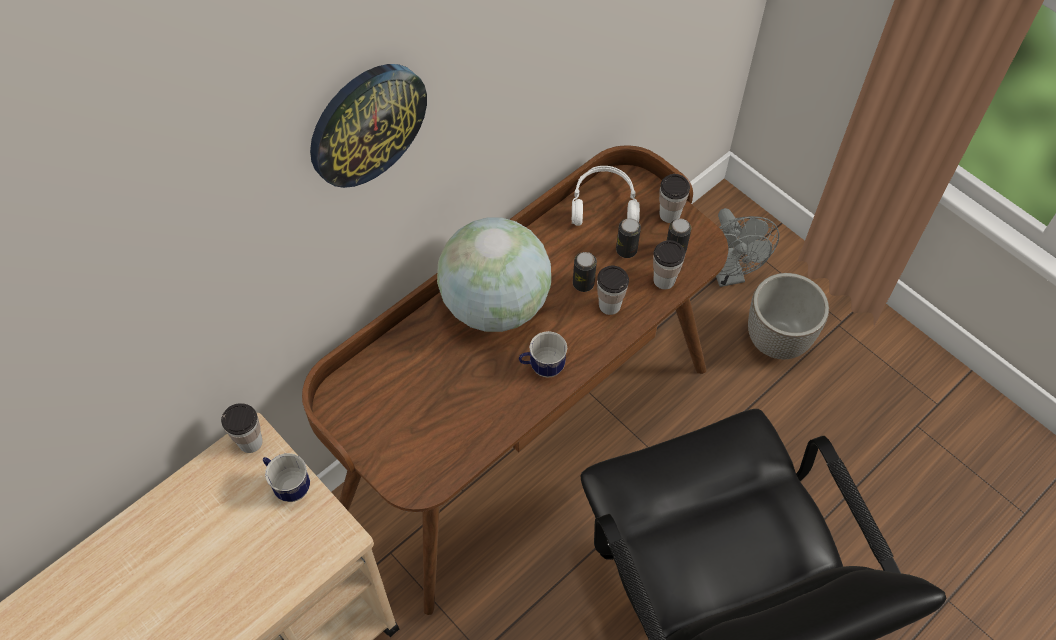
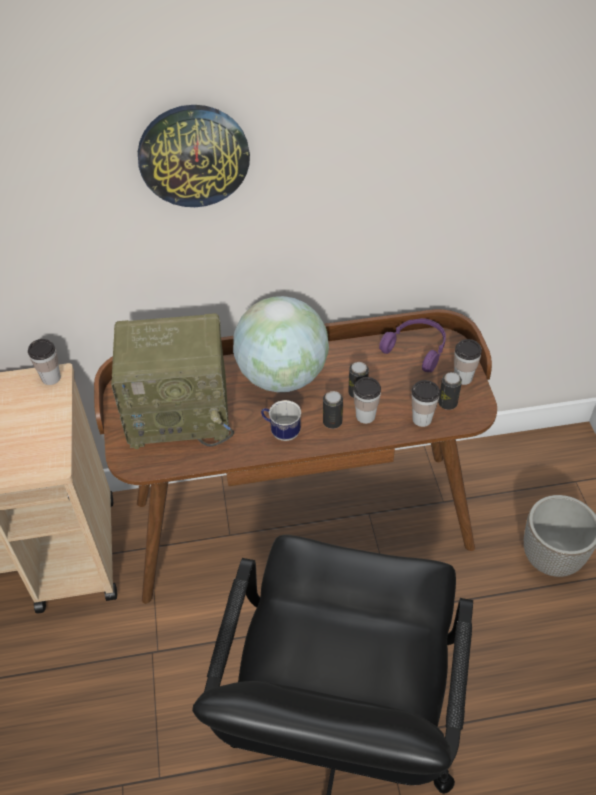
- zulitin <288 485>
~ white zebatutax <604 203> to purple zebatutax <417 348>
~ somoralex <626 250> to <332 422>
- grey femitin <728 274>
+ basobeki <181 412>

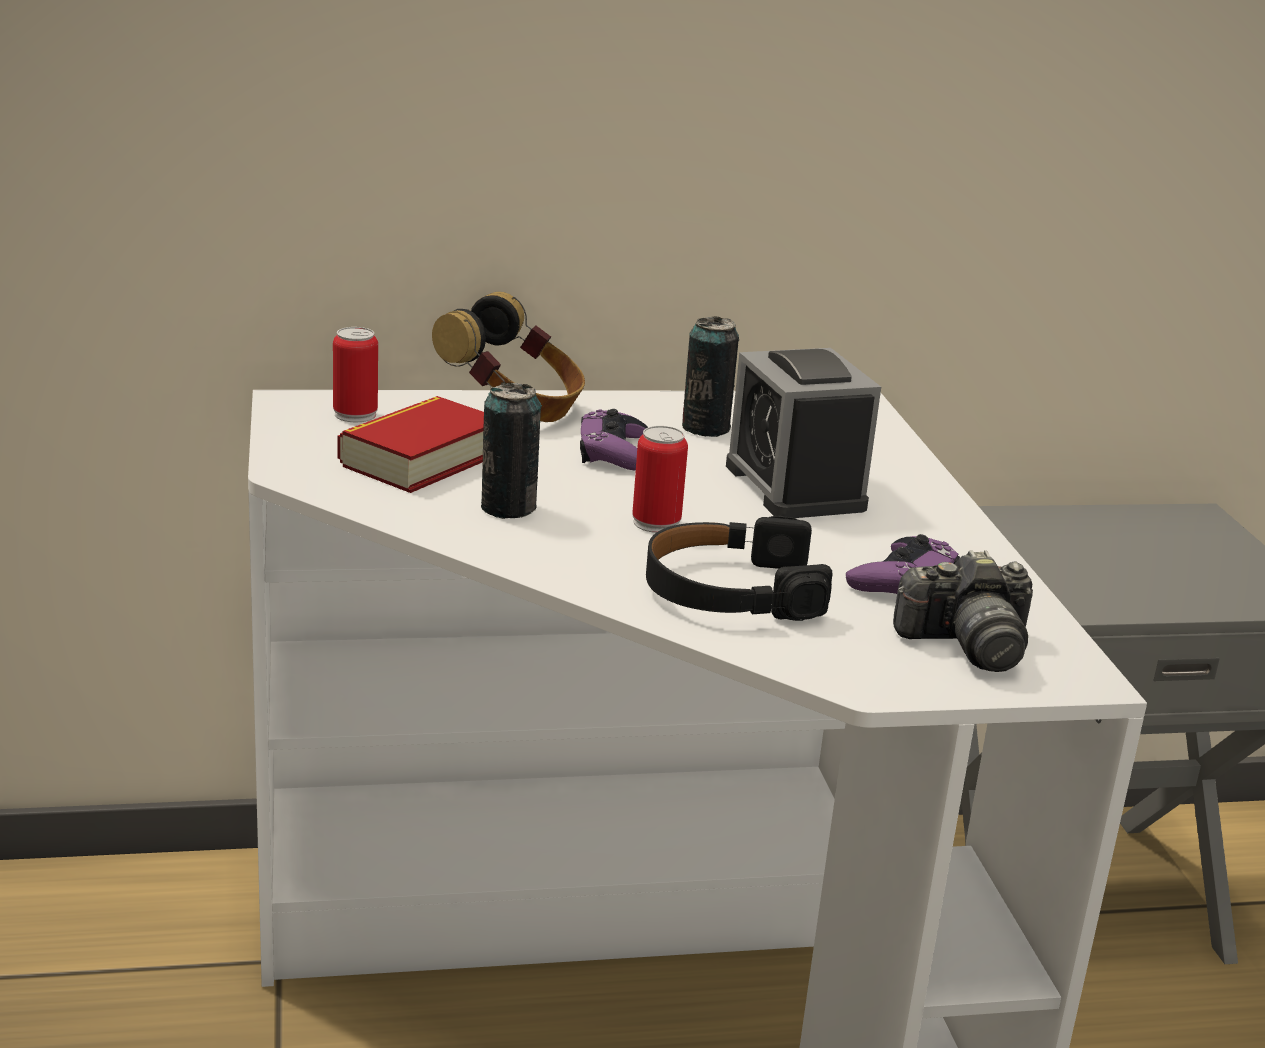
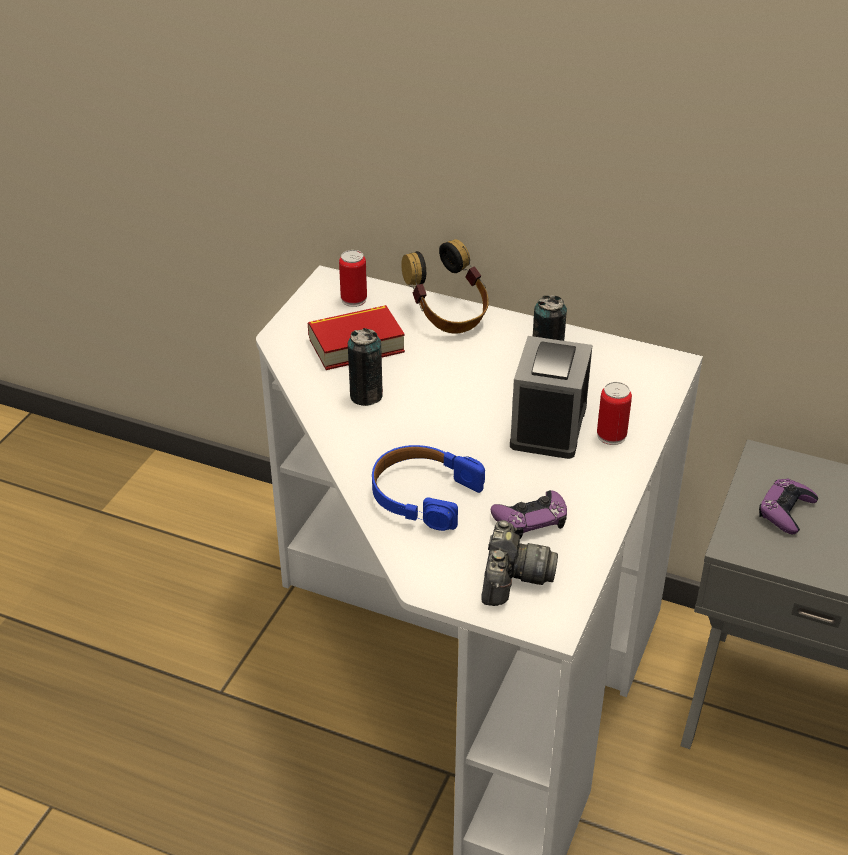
~ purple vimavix <614 452> to <786 511>
~ somoralex <656 523> to <611 436>
~ black zebatutax <731 591> to blue zebatutax <423 495>
~ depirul <967 645> = <512 578> 105 degrees counterclockwise

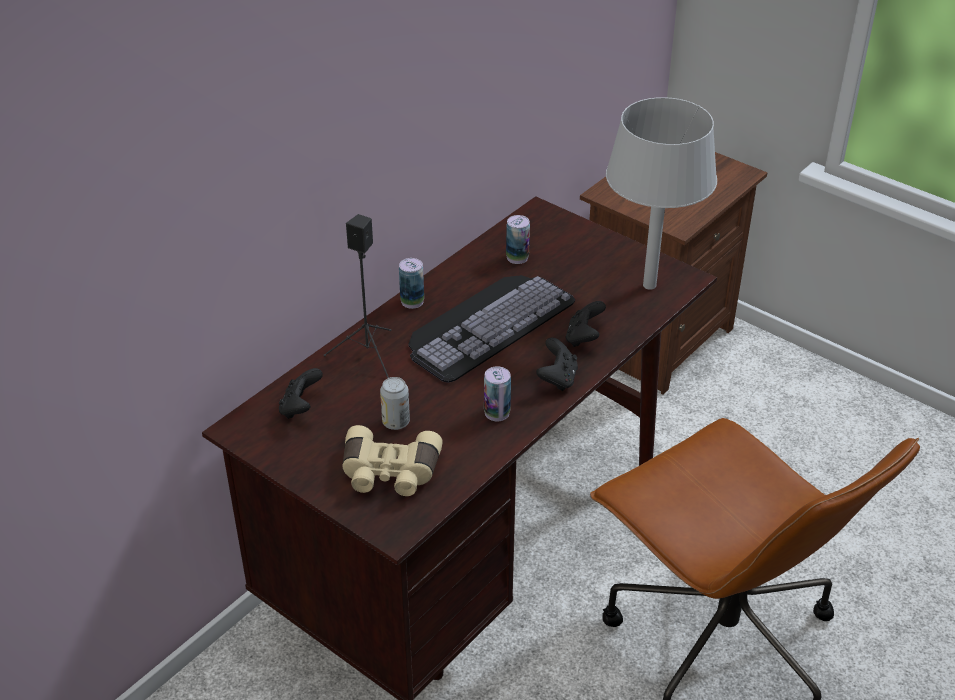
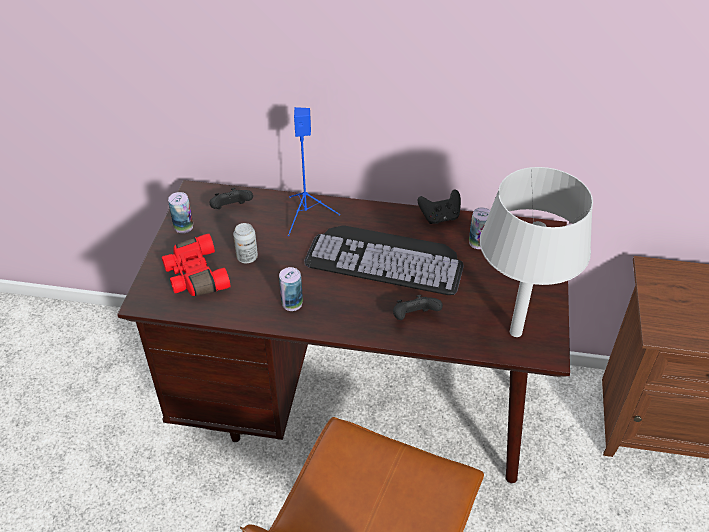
~ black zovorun <368 355> to blue zovorun <306 216>
~ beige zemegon <389 474> to red zemegon <195 276>
~ somoralex <412 301> to <183 227>
~ black vimavix <557 379> to <440 217>

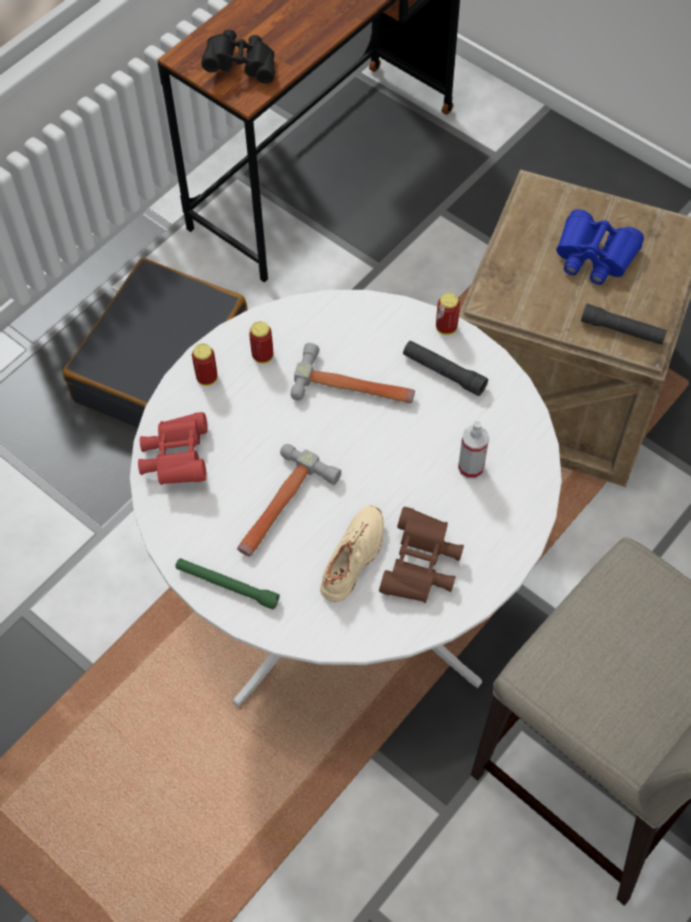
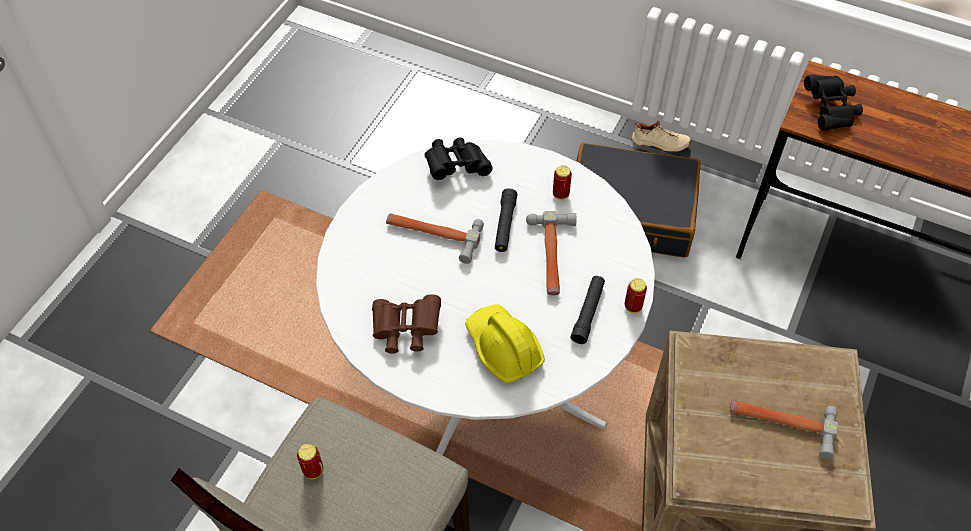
~ red zemegon <177 458> to black zemegon <456 166>
- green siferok <227 585>
~ somoralex <207 378> to <313 470>
~ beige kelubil <354 559> to <660 144>
~ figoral <471 467> to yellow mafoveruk <503 348>
~ blue zemegon <594 255> to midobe <781 423>
~ black siferok <622 330> to <505 225>

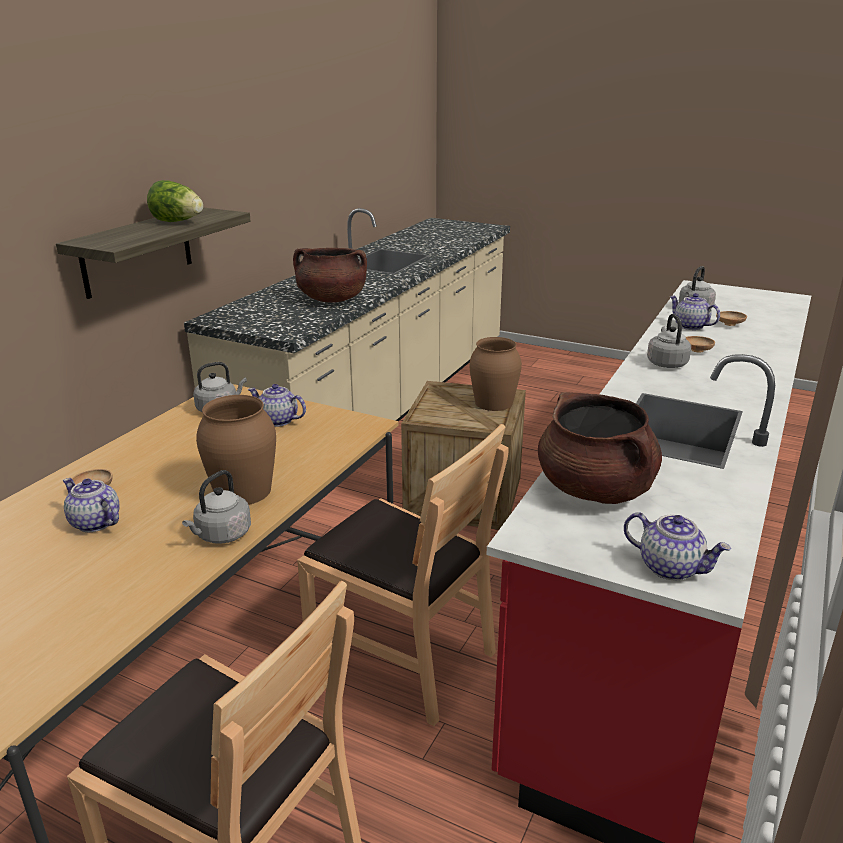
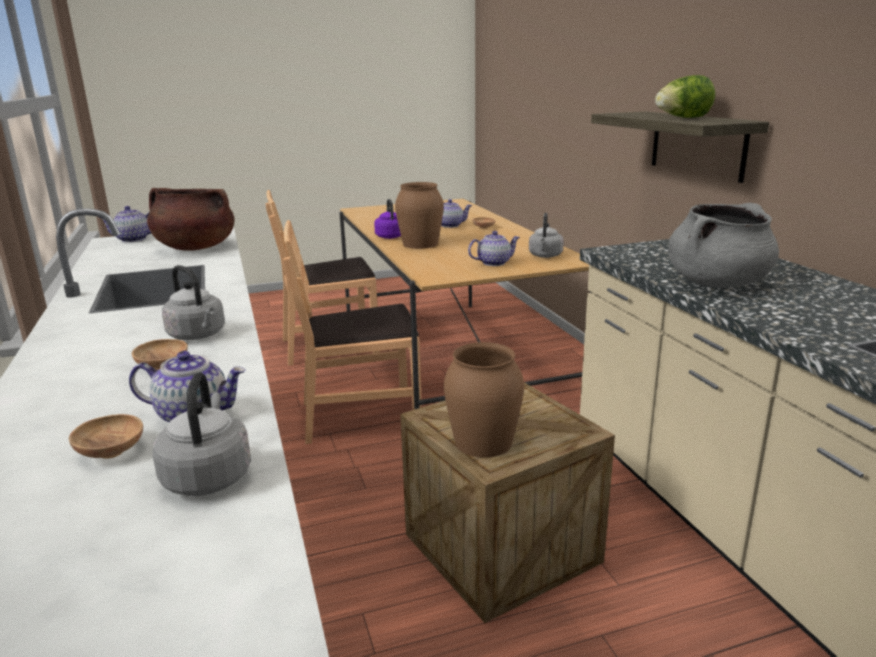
~ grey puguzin <221 535> to purple puguzin <389 236>
~ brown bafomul <332 299> to grey bafomul <717 283>

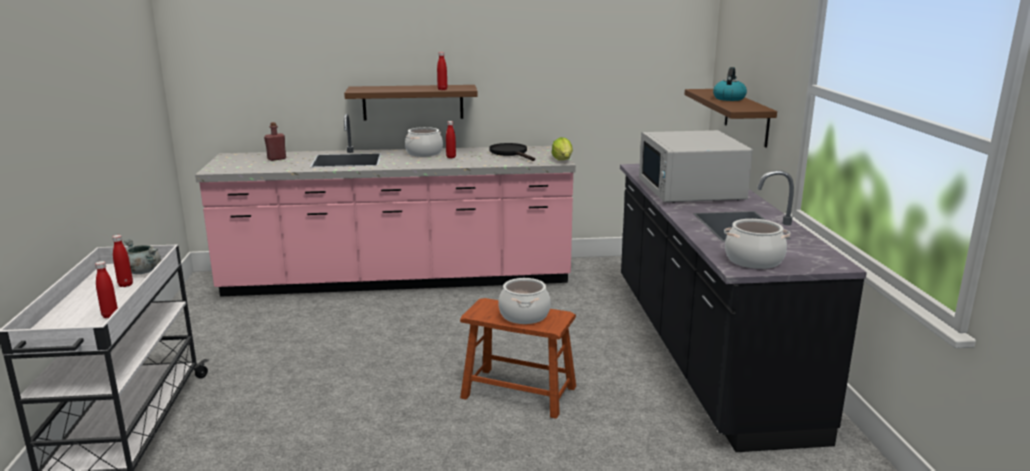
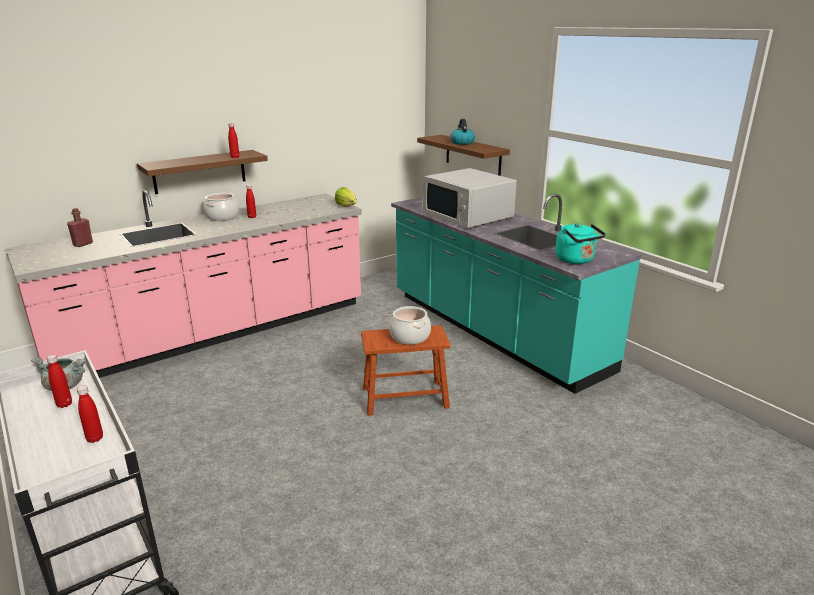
- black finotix <511 153>
~ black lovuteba <703 351> to turquoise lovuteba <494 331>
~ bafomul <753 260> to turquoise puguzin <576 260>

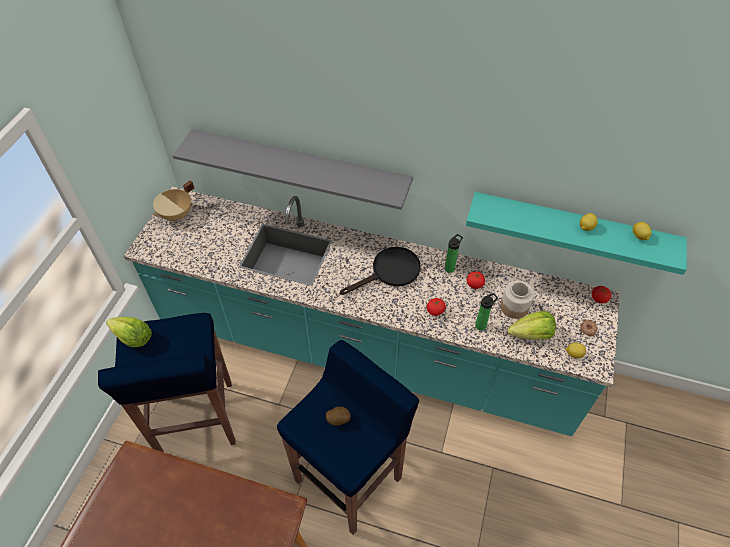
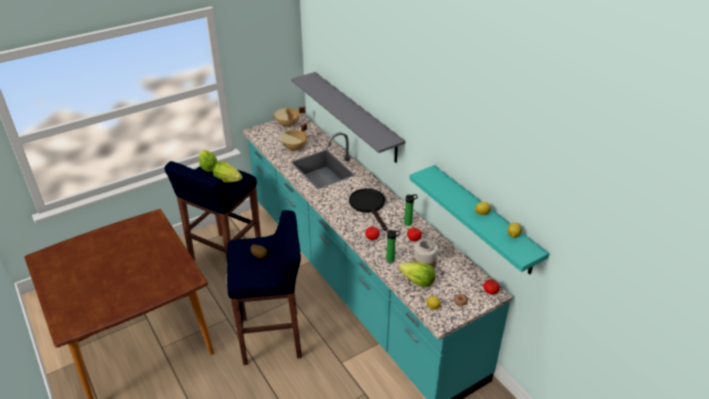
~ black finotix <390 272> = <369 206> 120 degrees counterclockwise
+ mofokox <228 180>
+ beige bafomul <295 148>

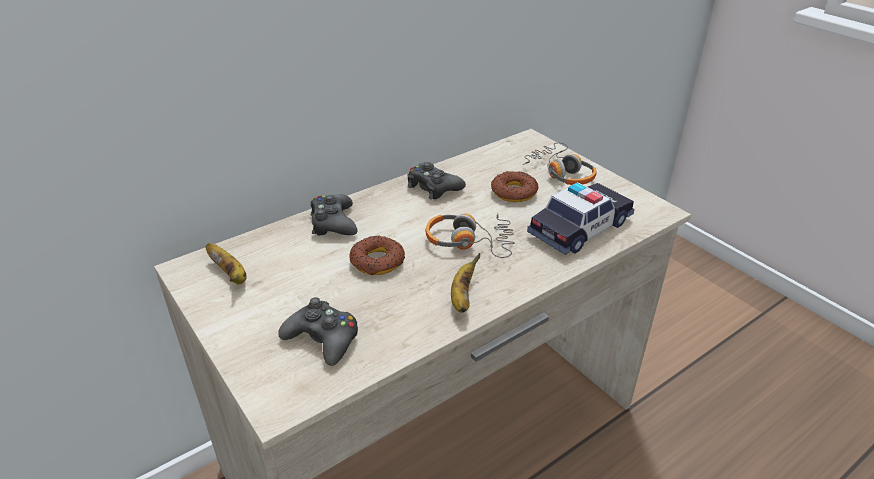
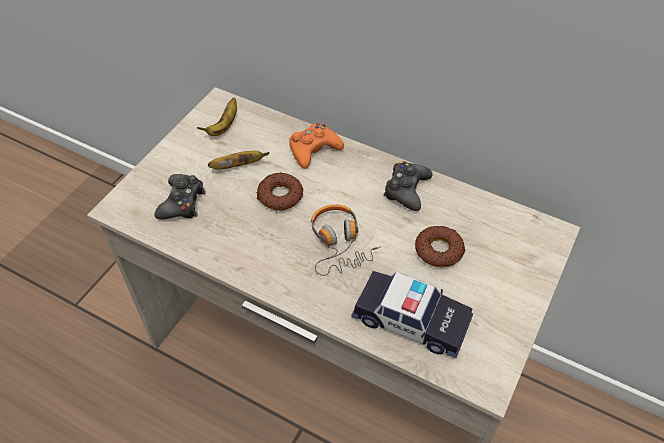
~ black vimavix <333 223> to orange vimavix <313 150>
~ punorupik <462 297> to <238 166>
- zebatutax <561 172>

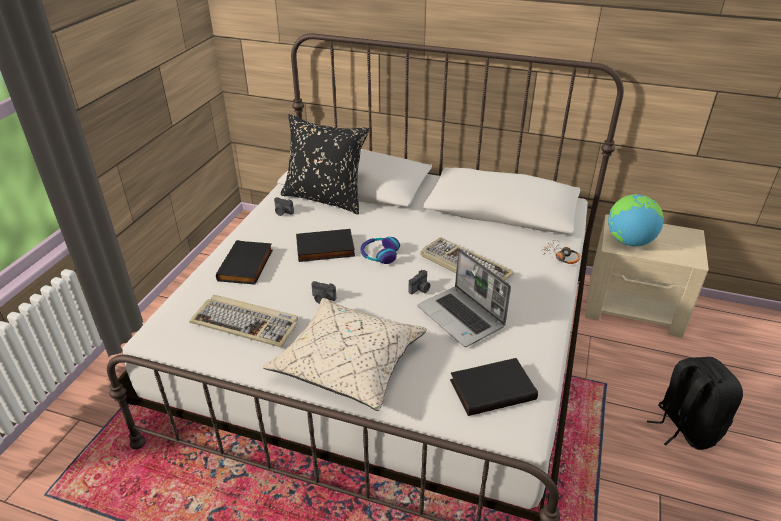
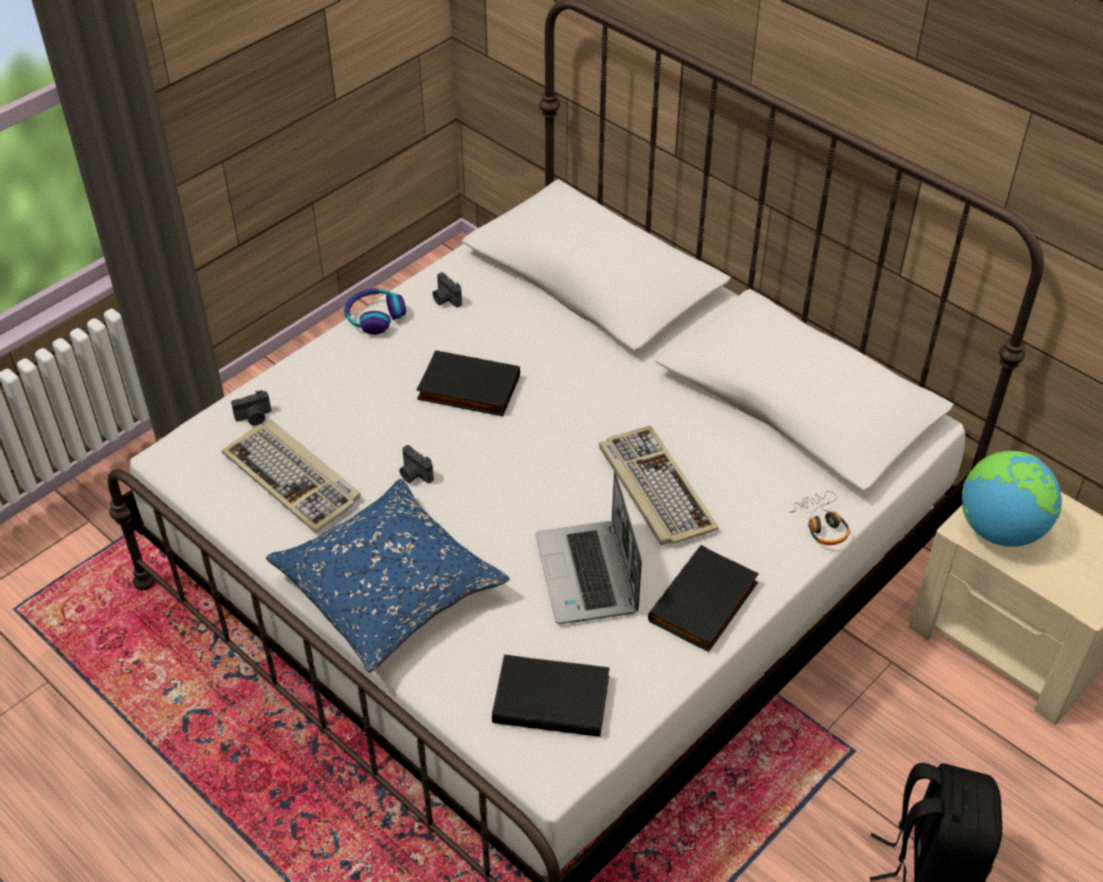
~ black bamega <247 266> to <705 604>
~ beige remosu <348 363> to blue remosu <389 588>
- black remosu <325 198>
~ zebatutax <379 255> to <374 317>
~ depirul <420 289> to <254 417>

